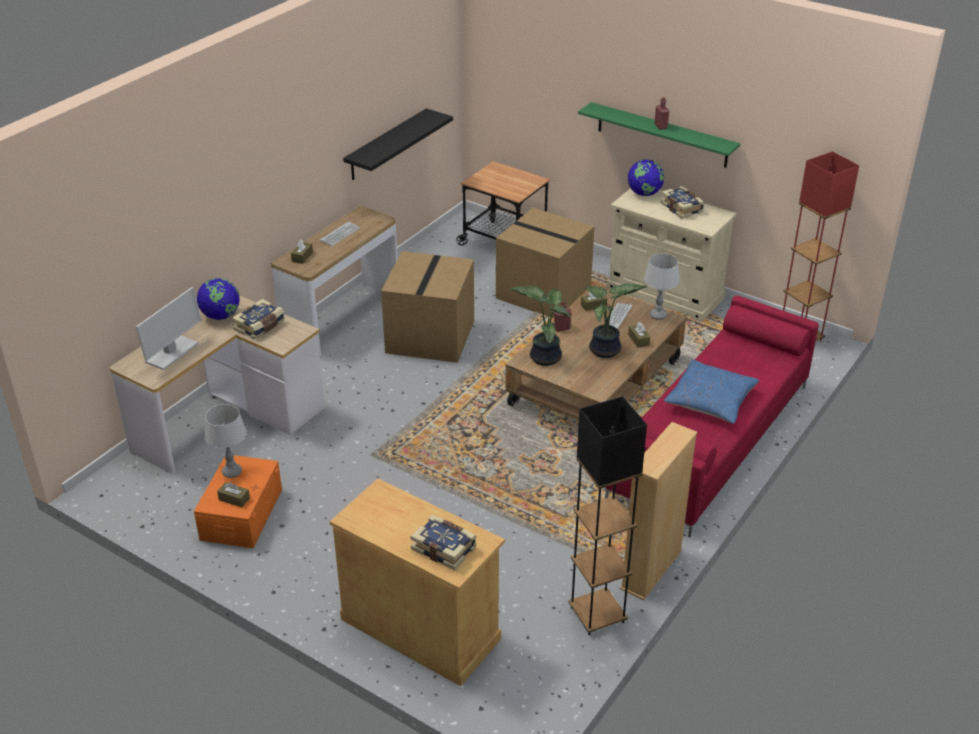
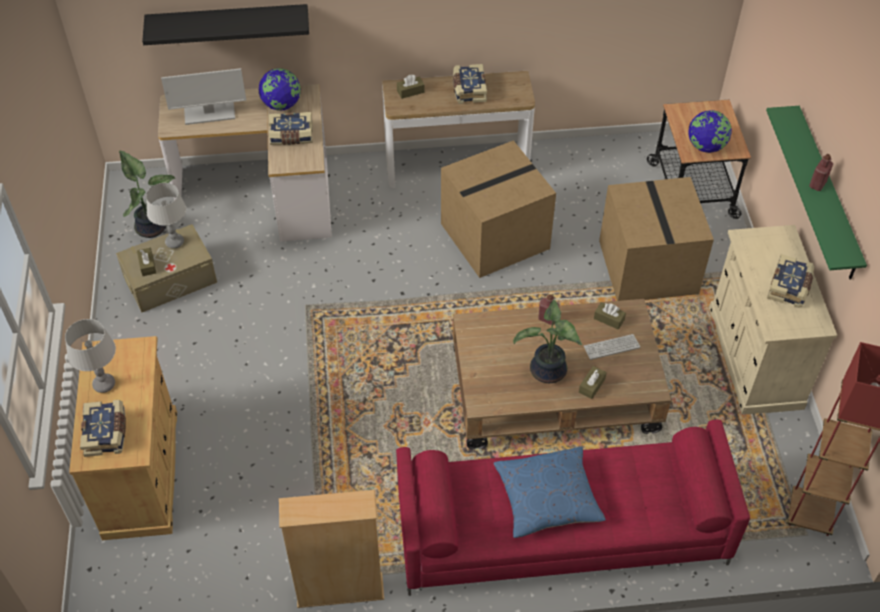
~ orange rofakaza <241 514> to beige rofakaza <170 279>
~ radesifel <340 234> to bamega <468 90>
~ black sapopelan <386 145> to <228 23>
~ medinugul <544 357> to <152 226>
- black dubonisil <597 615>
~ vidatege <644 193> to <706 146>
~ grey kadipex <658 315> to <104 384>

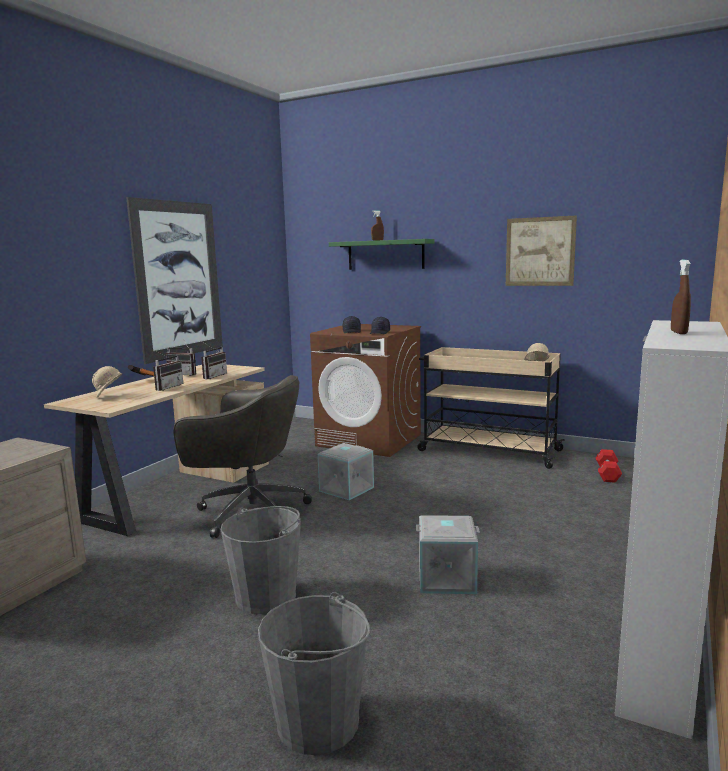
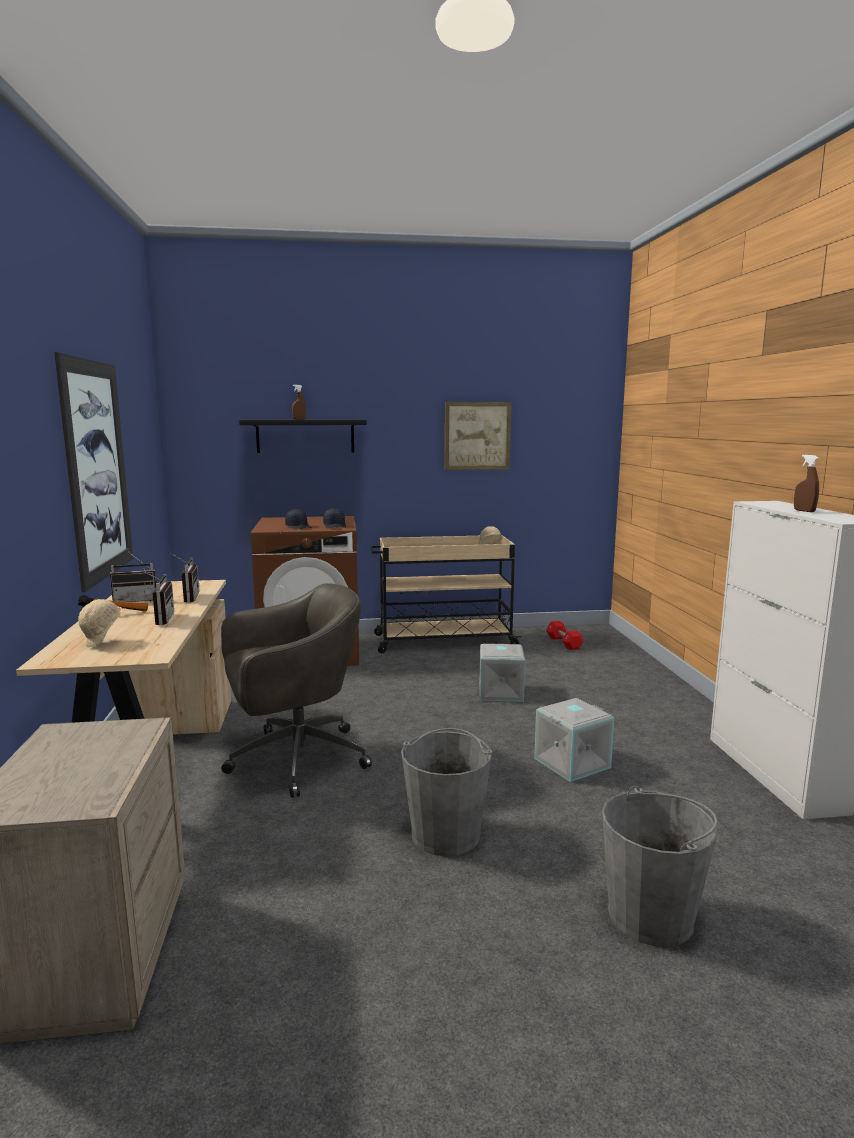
~ grey rofakaza <346 489> to <499 692>
~ green sapopelan <385 255> to black sapopelan <305 436>

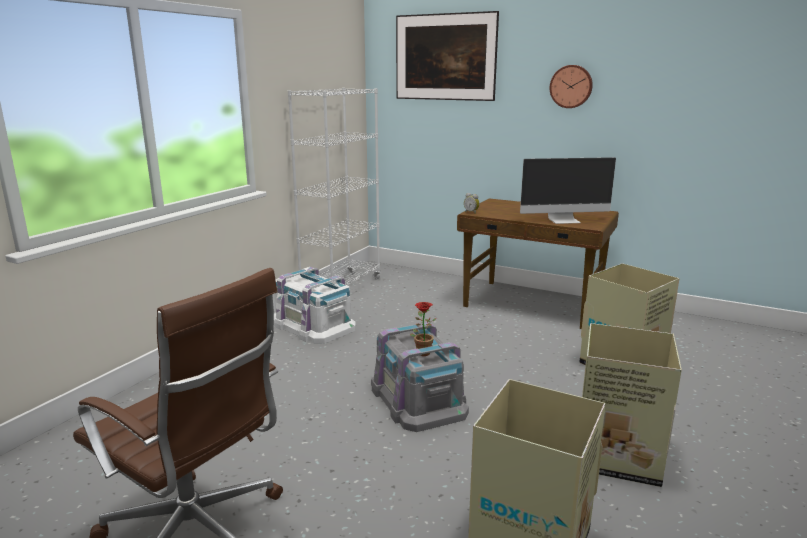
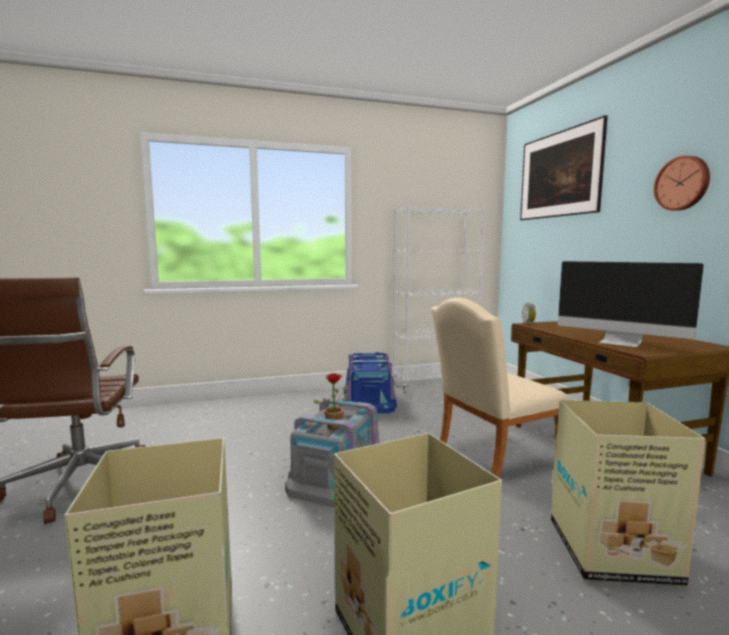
~ white rofakaza <313 325> to blue rofakaza <369 400>
+ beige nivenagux <490 459>

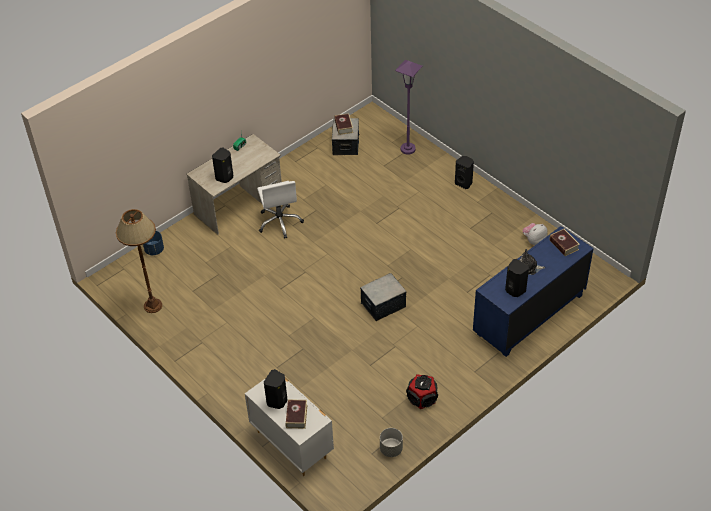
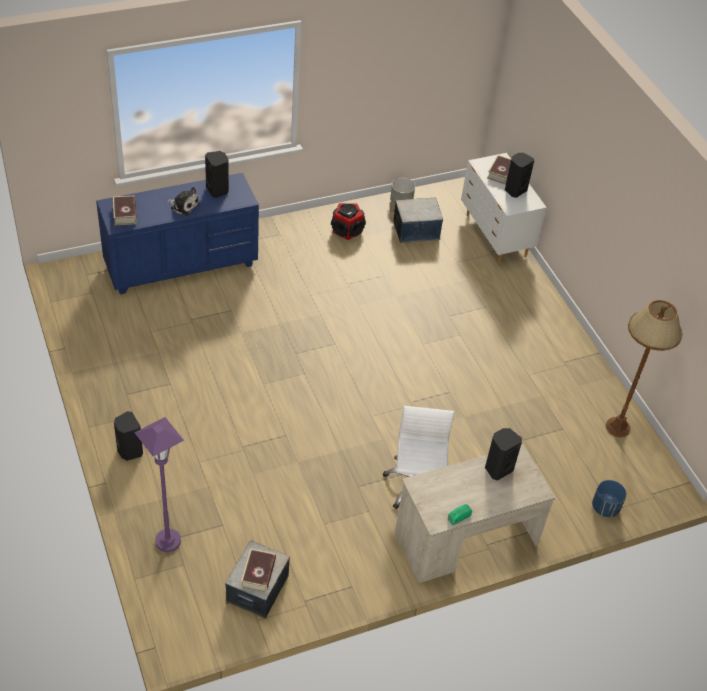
~ rofakaza <383 305> to <416 231>
- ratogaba <534 240>

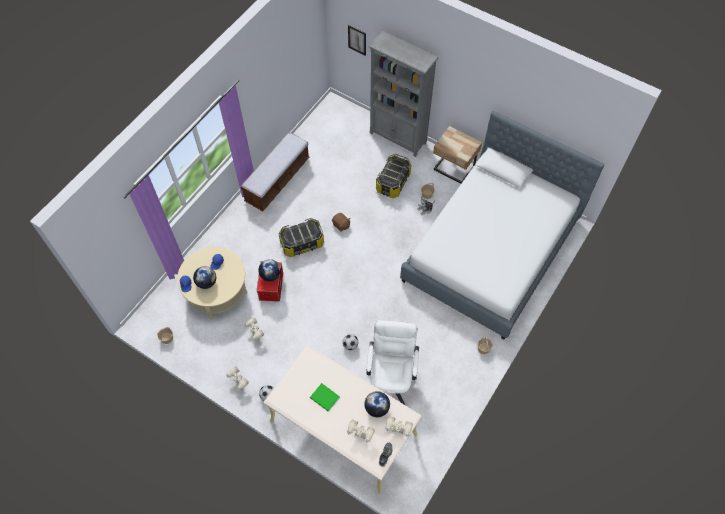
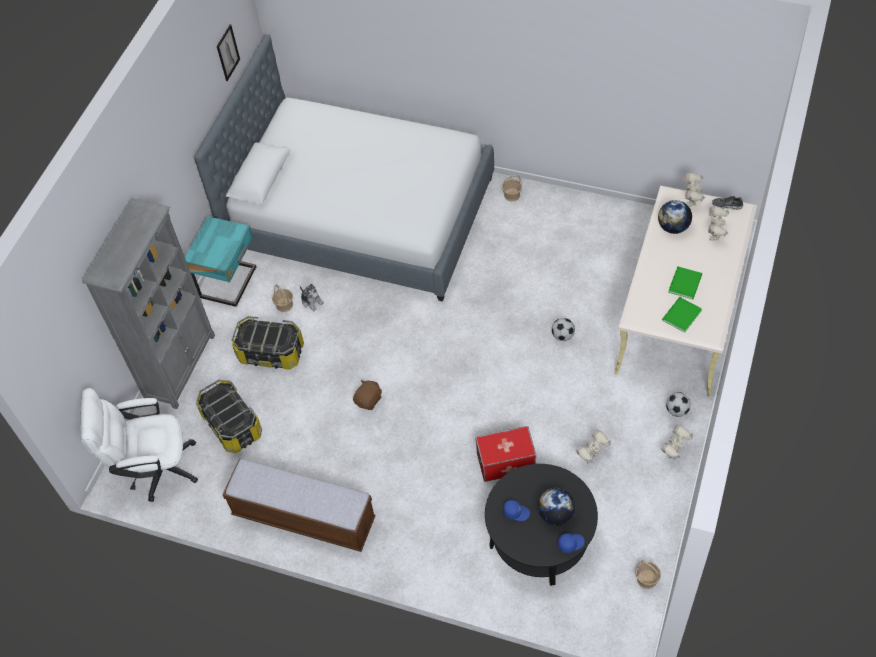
~ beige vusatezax <216 291> to black vusatezax <540 537>
- vidatege <270 275>
~ rofakaza <302 243> to <232 425>
~ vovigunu <357 40> to <228 52>
~ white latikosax <391 378> to <154 468>
~ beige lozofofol <453 169> to turquoise lozofofol <230 282>
+ green bamega <680 315>

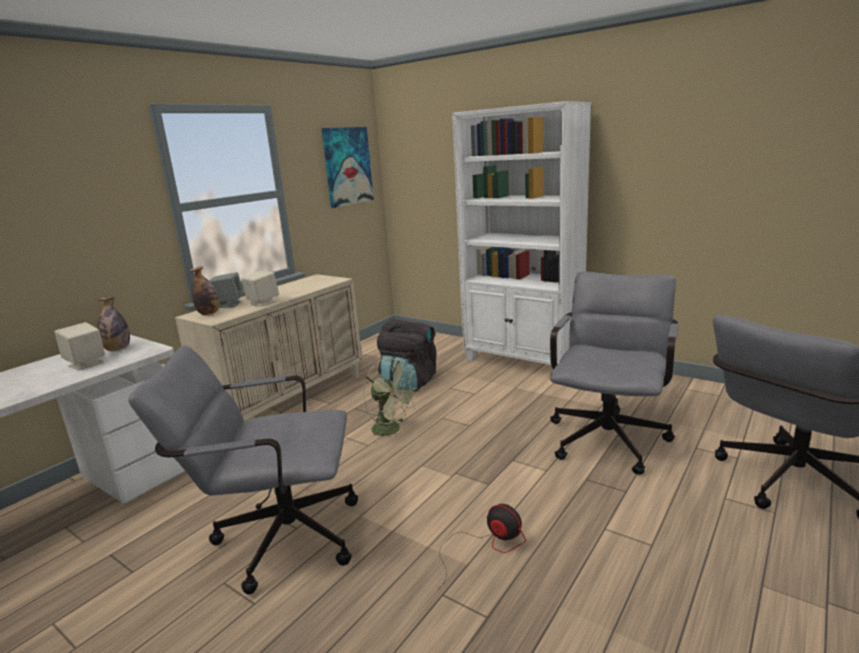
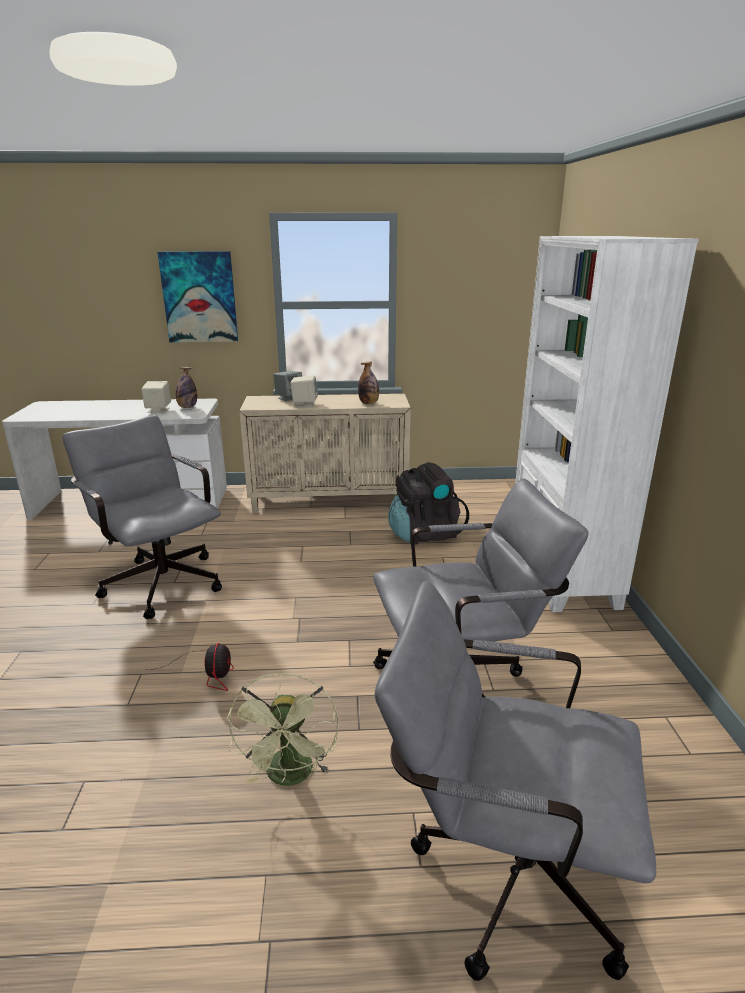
~ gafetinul <209 313> to <368 403>
~ vovigunu <347 166> to <199 297>
~ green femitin <391 430> to <290 777>

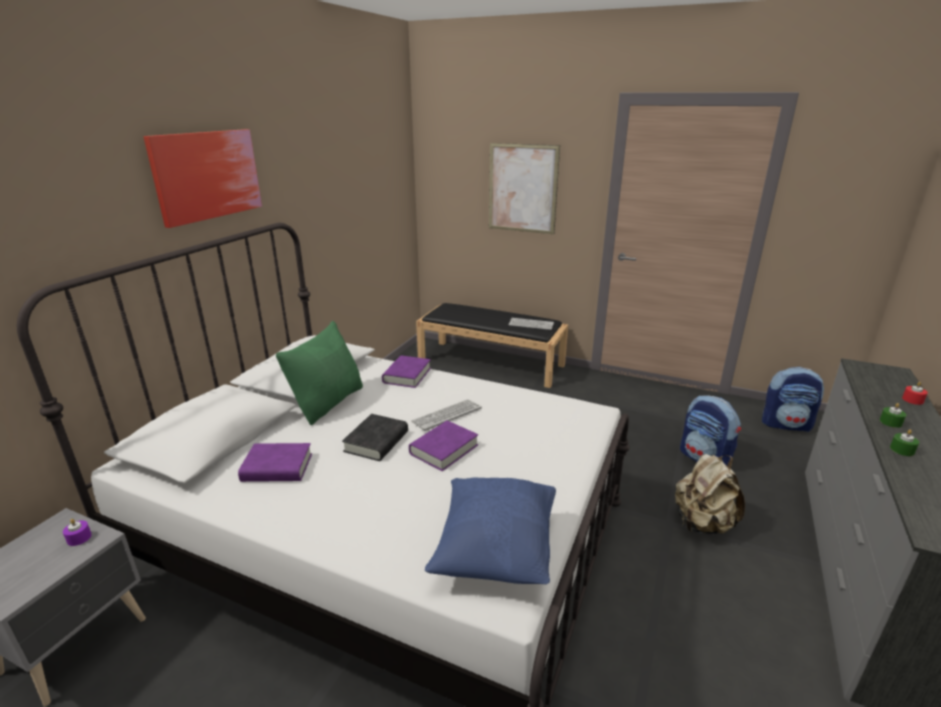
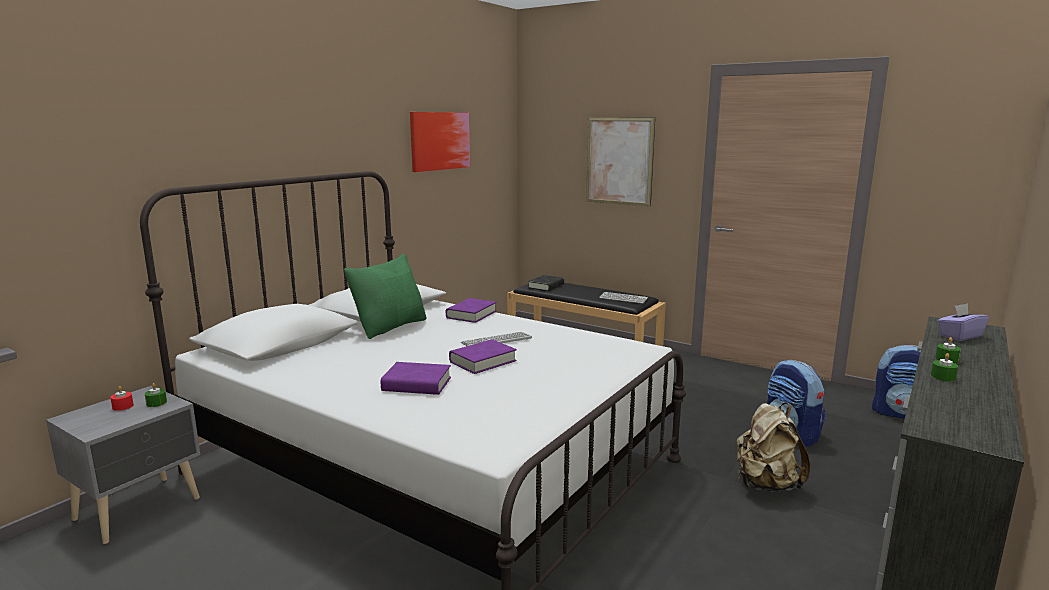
~ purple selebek <79 538> to green selebek <156 403>
~ vovigunu <207 175> to <440 141>
~ purple bamega <277 468> to <417 384>
~ black bamega <376 442> to <546 286>
- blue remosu <495 550>
~ red selebek <912 400> to <123 406>
+ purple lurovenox <959 336>

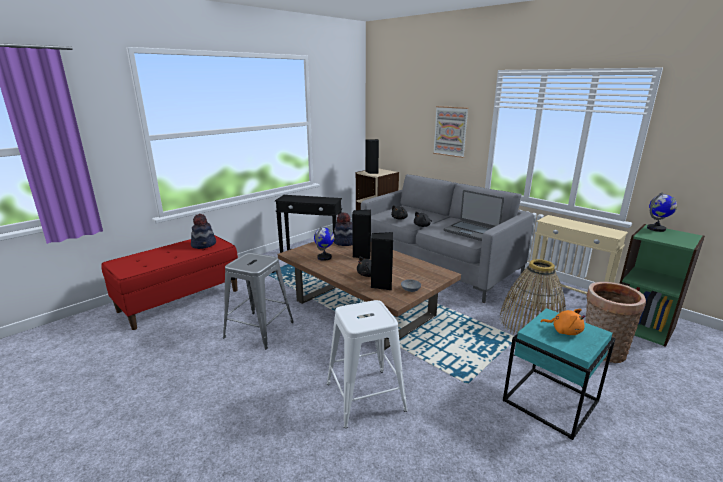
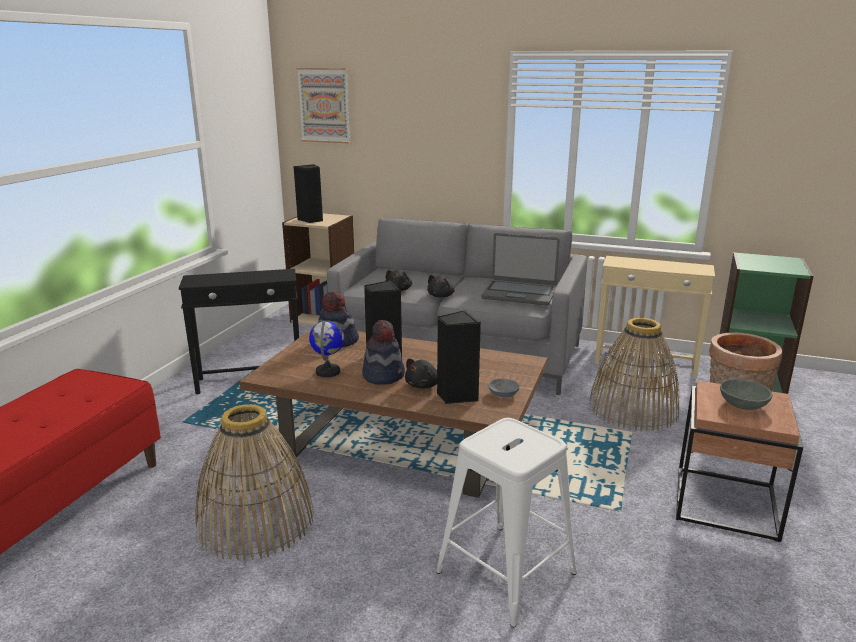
~ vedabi <204 244> to <384 375>
~ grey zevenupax <259 330> to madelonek <255 521>
~ vovigunu <450 131> to <324 105>
~ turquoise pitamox <550 400> to brown pitamox <724 502>
~ orange ratogaba <564 331> to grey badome <742 404>
- vidatege <656 229>

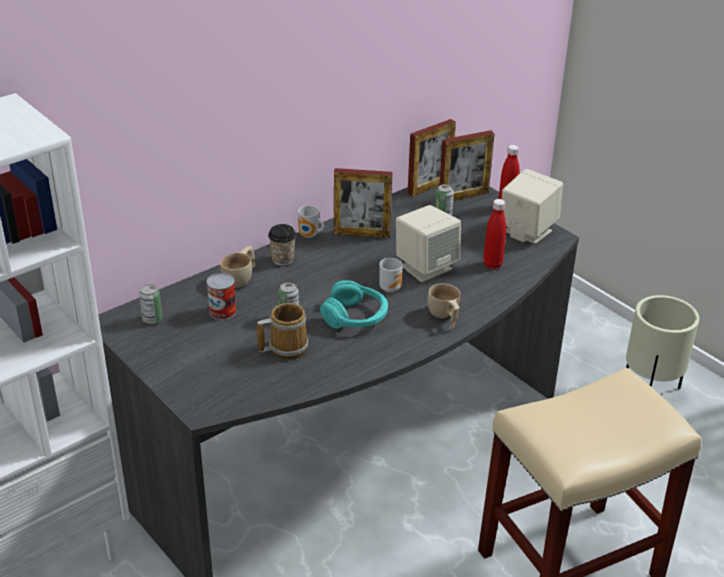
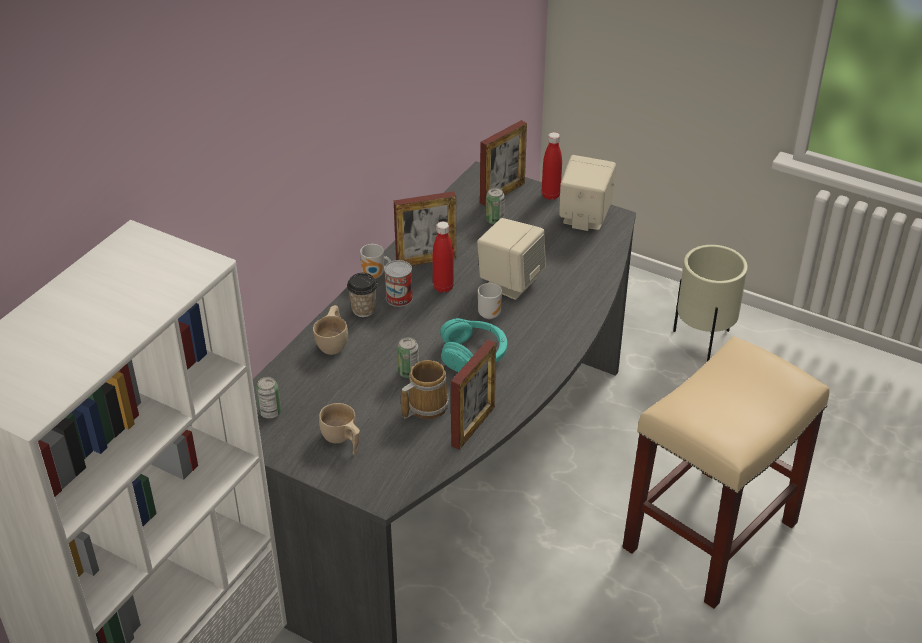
~ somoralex <222 311> to <399 298>
~ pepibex <429 187> to <473 426>
~ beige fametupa <444 317> to <342 440>
~ red gafetinul <492 264> to <443 287>

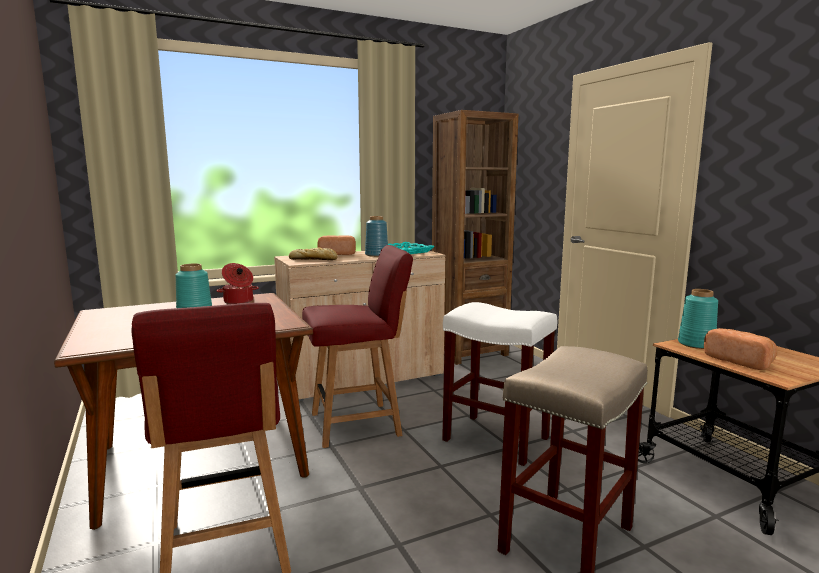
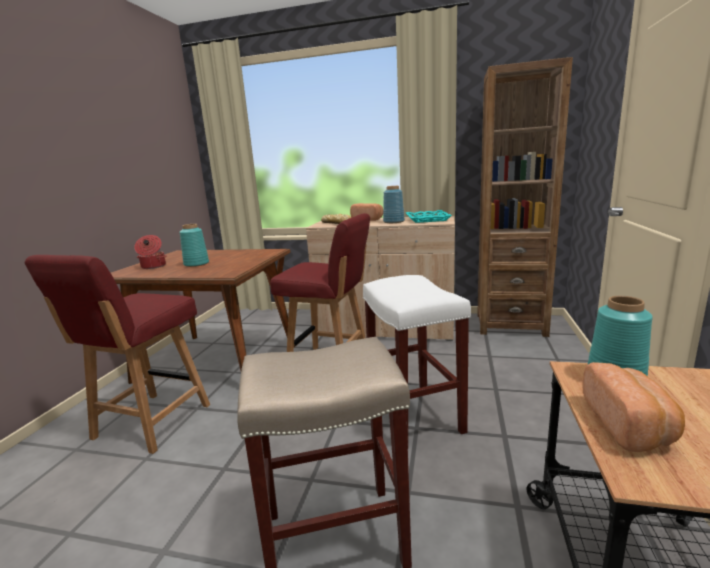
~ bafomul <238 301> to <153 266>

